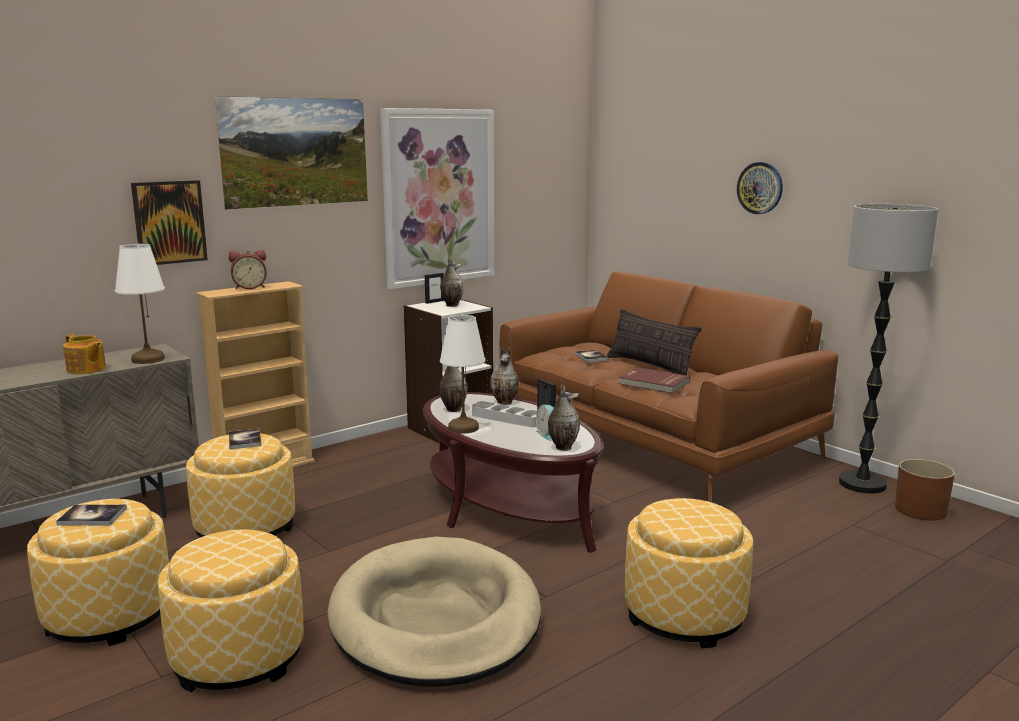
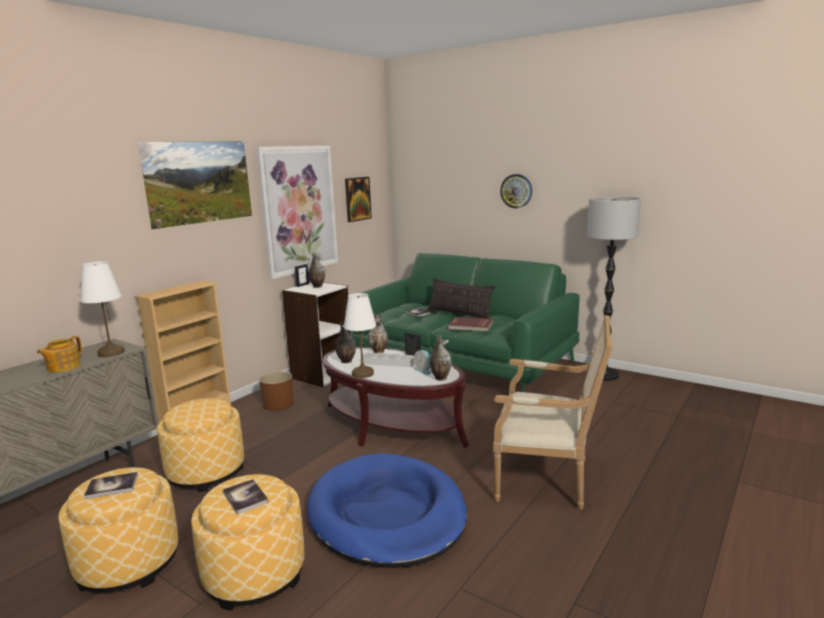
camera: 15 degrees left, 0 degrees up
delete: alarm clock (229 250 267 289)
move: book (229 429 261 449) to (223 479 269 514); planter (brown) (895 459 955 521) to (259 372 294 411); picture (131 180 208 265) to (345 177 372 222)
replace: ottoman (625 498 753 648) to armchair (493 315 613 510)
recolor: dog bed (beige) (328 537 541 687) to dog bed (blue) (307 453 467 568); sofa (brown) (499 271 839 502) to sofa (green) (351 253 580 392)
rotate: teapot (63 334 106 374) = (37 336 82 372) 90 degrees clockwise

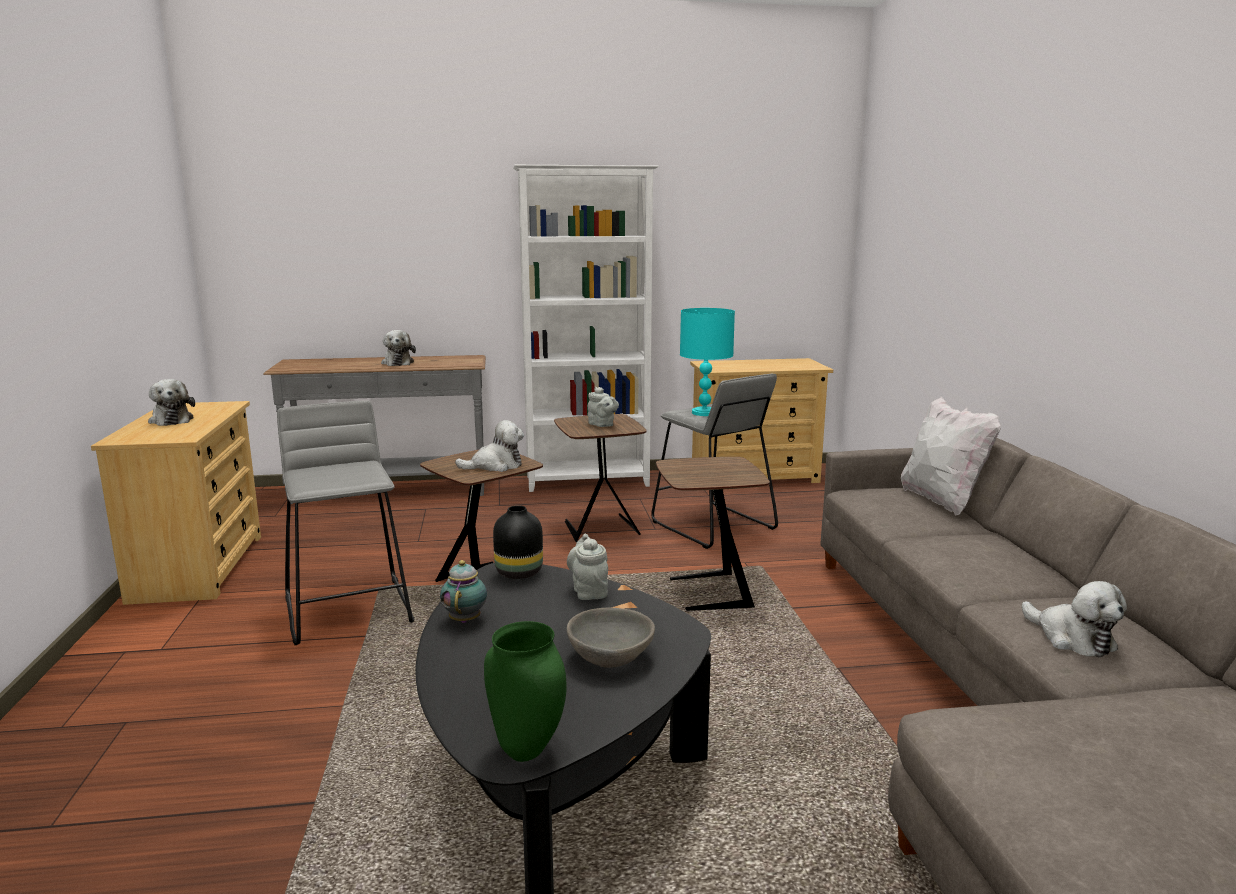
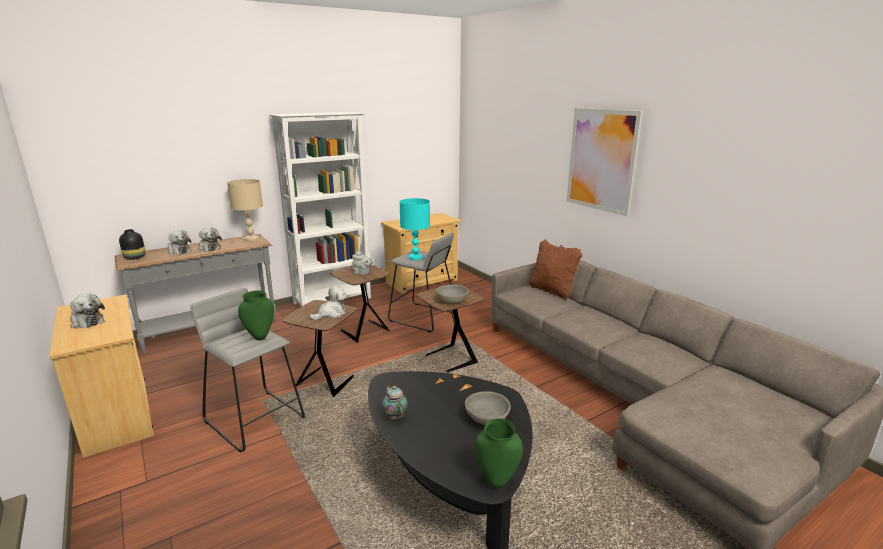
camera: 25 degrees left, 5 degrees up
delete: teapot (grey) (567 534 608 600)
insert: table lamp (beige) (227 179 263 241); vase (green) (238 291 274 341); bowl (grey) (436 285 468 304); picture (567 108 643 216)
move: vase (black) (493 505 543 579) to (119 229 145 260); plush toy (1022 581 1127 657) to (167 230 191 255)
recolor: pillow (white) (901 397 1001 515) to pillow (brown) (529 240 582 299)

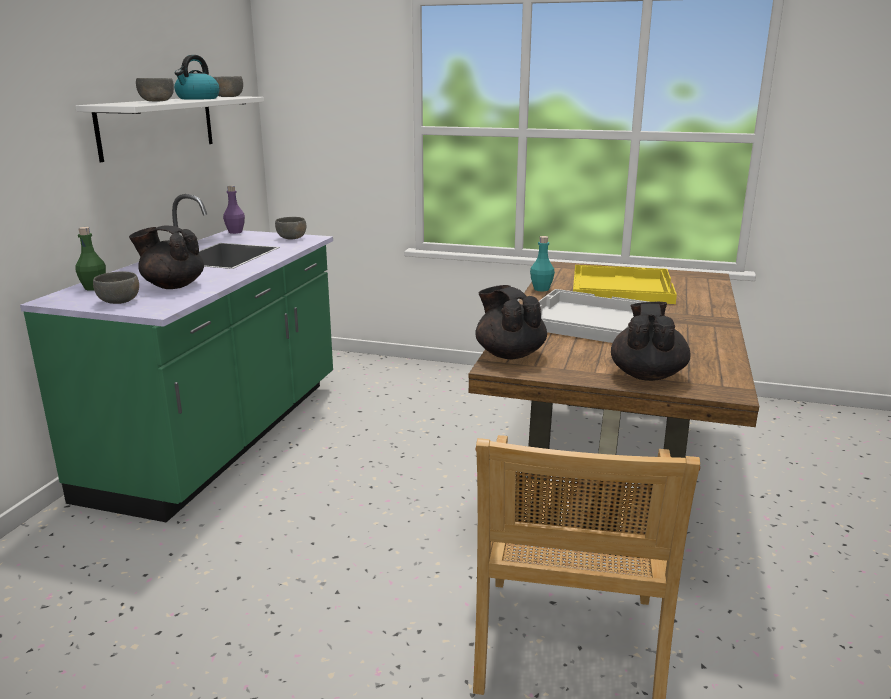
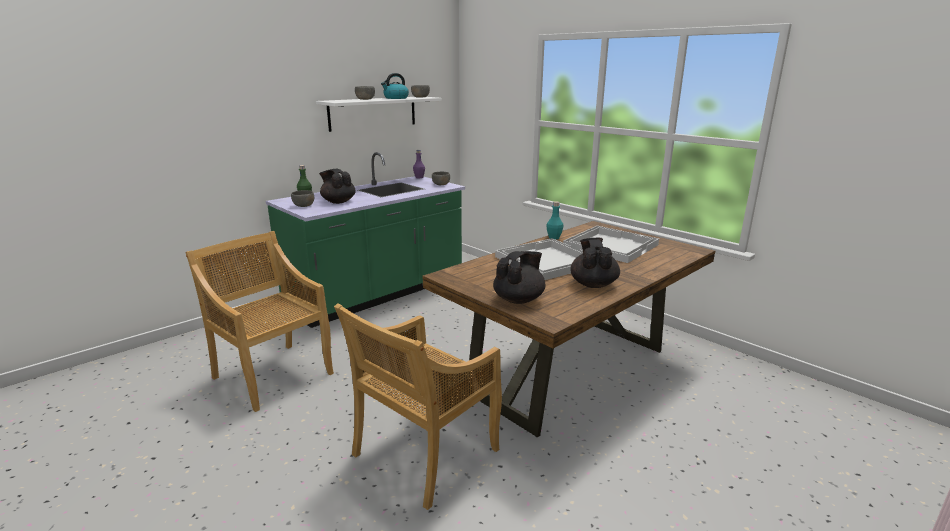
camera: 30 degrees right, 0 degrees up
insert: chair (beige) (185 231 334 412)
move: teapot (black) (475 285 547 359) to (570 238 620 288)
recolor: tray (yellow) (573 265 677 304) to tray (white) (563 226 659 263)

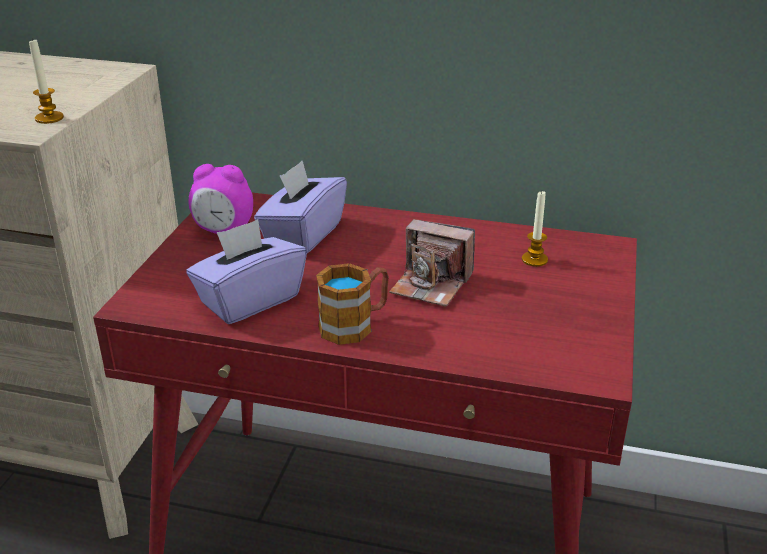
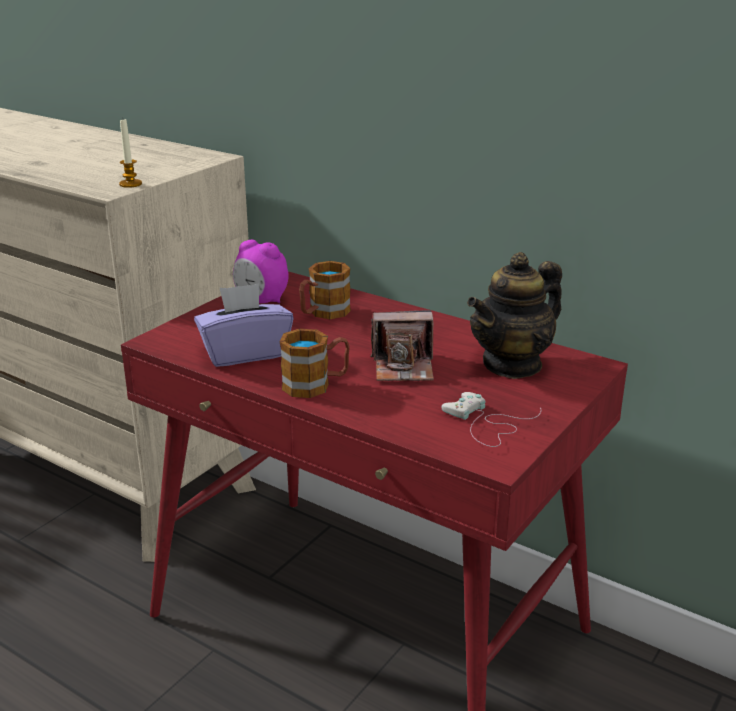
camera: 20 degrees right, 5 degrees down
insert: game controller (white) (442 392 541 447)
replace: tissue box (purple) (254 160 347 253) to mug (299 261 351 319); candle (522 191 548 267) to teapot (467 252 562 379)
rotate: photo camera (389 219 475 307) = (370 310 434 381) 45 degrees counterclockwise

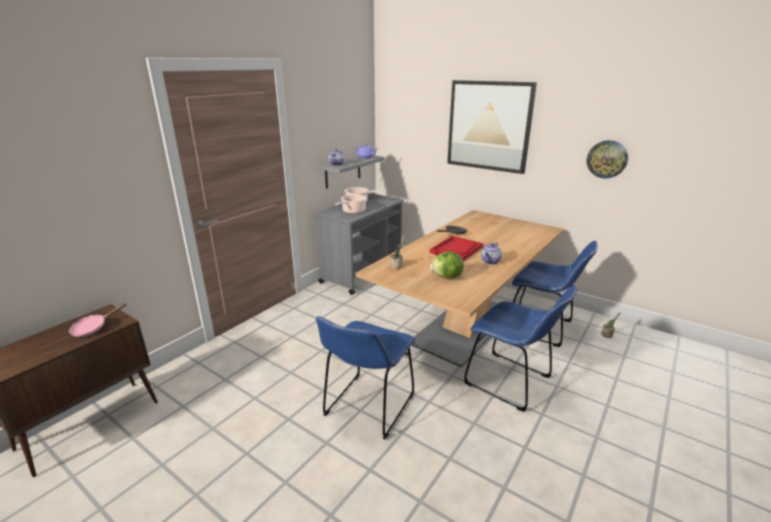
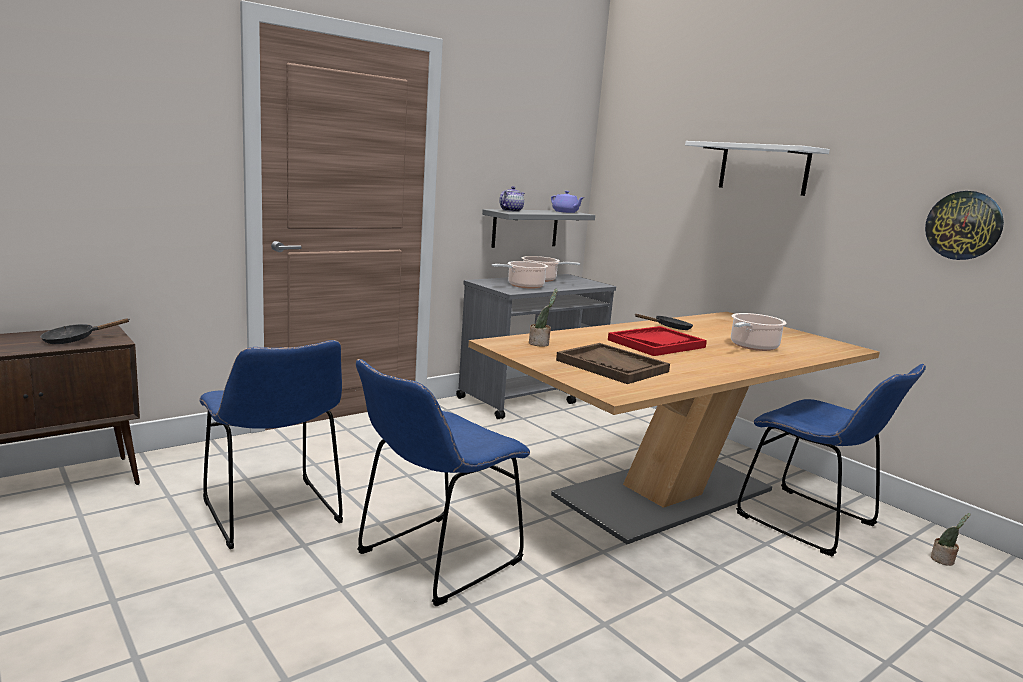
camera: 15 degrees right, 10 degrees down
delete: teapot (481 242 502 264)
insert: cooking pot (731 313 787 351)
move: chair (blue) (464 285 578 412) to (199 340 343 549)
replace: lettuce (430 251 464 279) to tray (brown) (556 343 670 384); picture (447 80 537 174) to shelf (white) (685 141 830 196)
recolor: frying pan (pink) (69 303 126 337) to frying pan (black) (40 318 130 344)

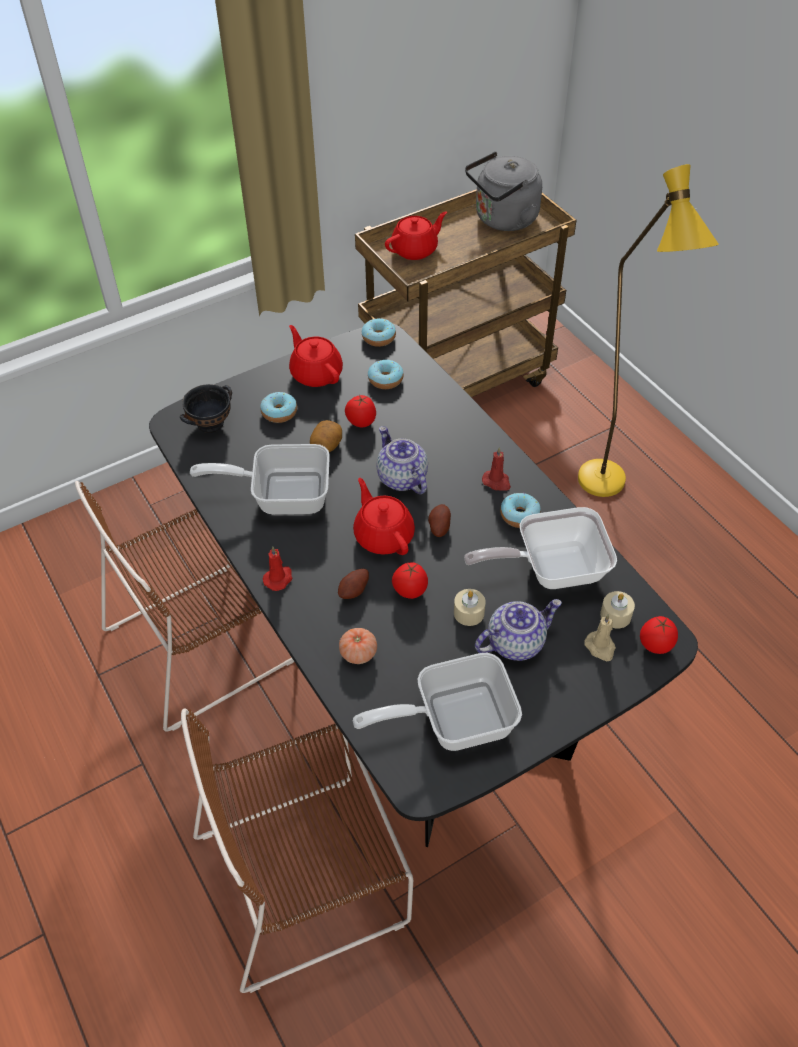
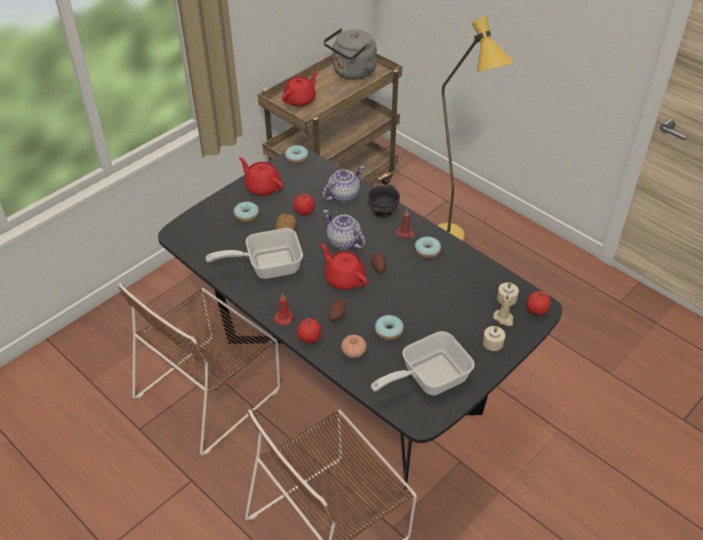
camera: 15 degrees left, 5 degrees down
delete: frying pan (464 507 617 589)
move: tomato (392 562 428 599) to (297 318 322 343); teapot (475 599 562 661) to (322 166 365 203); bowl (black) (180 384 232 433) to (368 185 400 218); donut (368 360 404 389) to (375 315 404 340); candle (beige) (454 589 486 626) to (483 326 505 351)

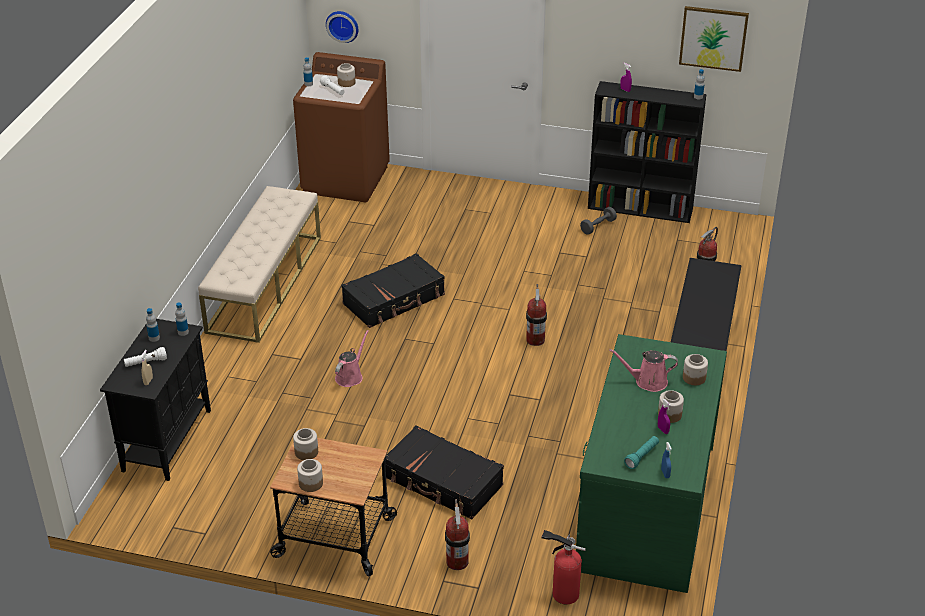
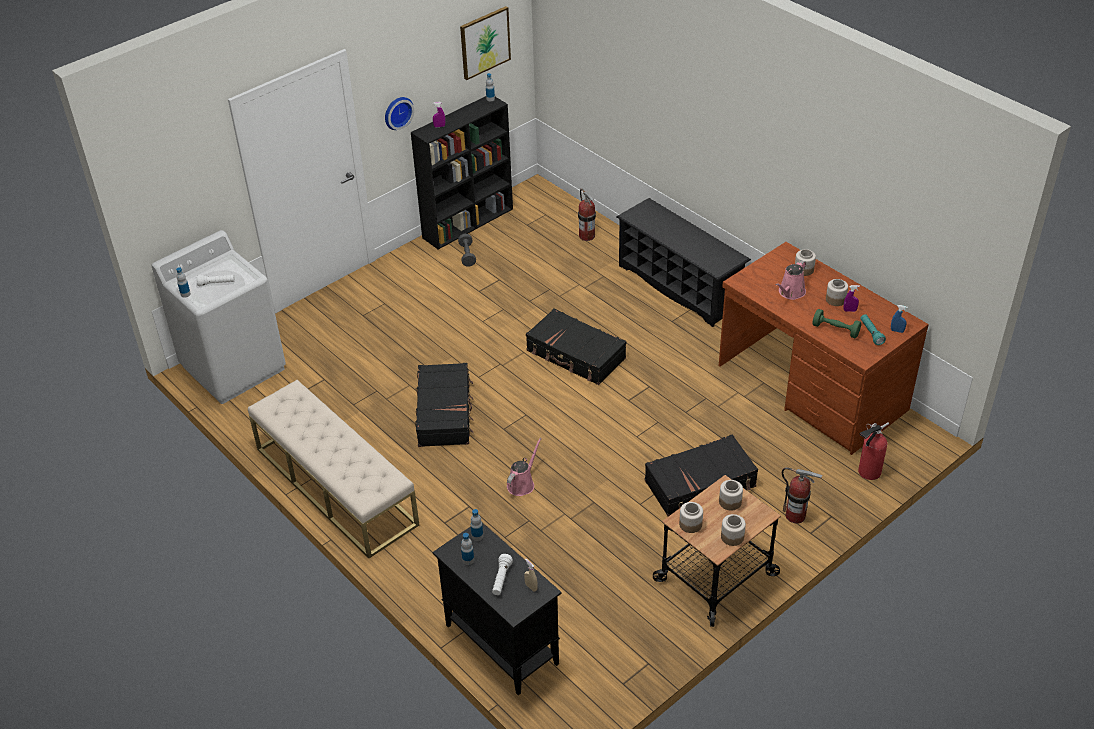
camera: 55 degrees left, 5 degrees up
insert: dumbbell (green) (812 309 861 338)
move: wall clock (326 11 358 43) to (385 97 414 130); jar (337 63 355 87) to (719 480 743 511)
replace: fire extinguisher (526 284 547 346) to suitcase (black) (526 308 626 385)
recolor: washing machine (brown) (293 52 390 202) to washing machine (white) (152 230 286 404); desk (green) (576 334 727 593) to desk (brown) (719 242 929 455)
rotate: watering can (pink) (335 330 369 387) = (507 438 542 496) 60 degrees clockwise

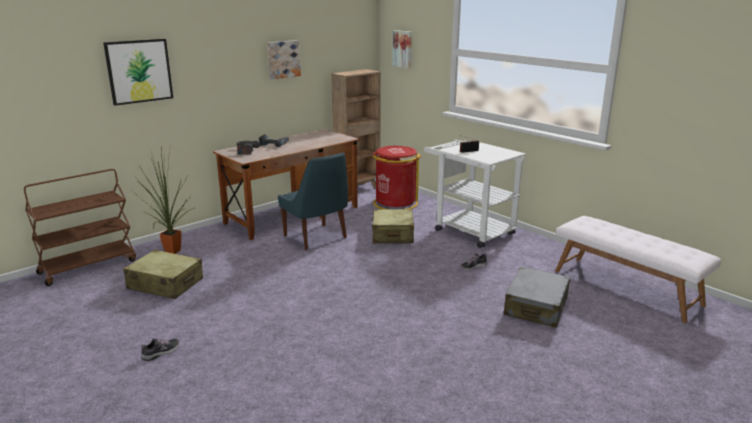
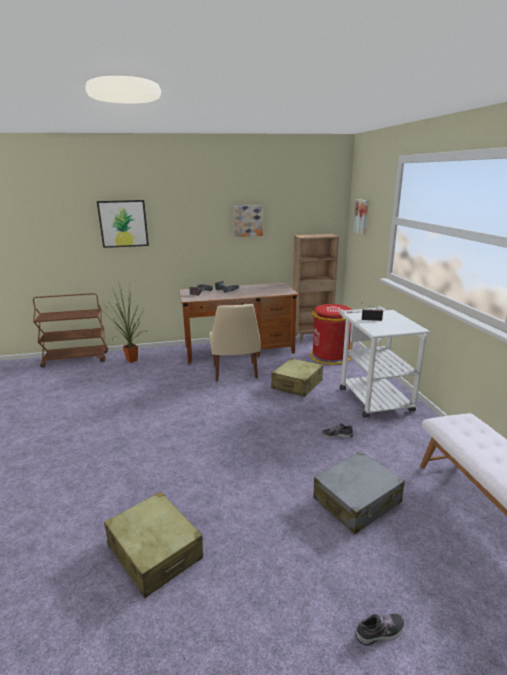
camera: 30 degrees right, 0 degrees up
move: suitcase (beige) (123 250 203 299) to (104 492 203 598); shoe (141 338 179 361) to (355 613 405 646)
recolor: chair (blue) (278 152 348 250) to chair (beige) (209 304 261 381)

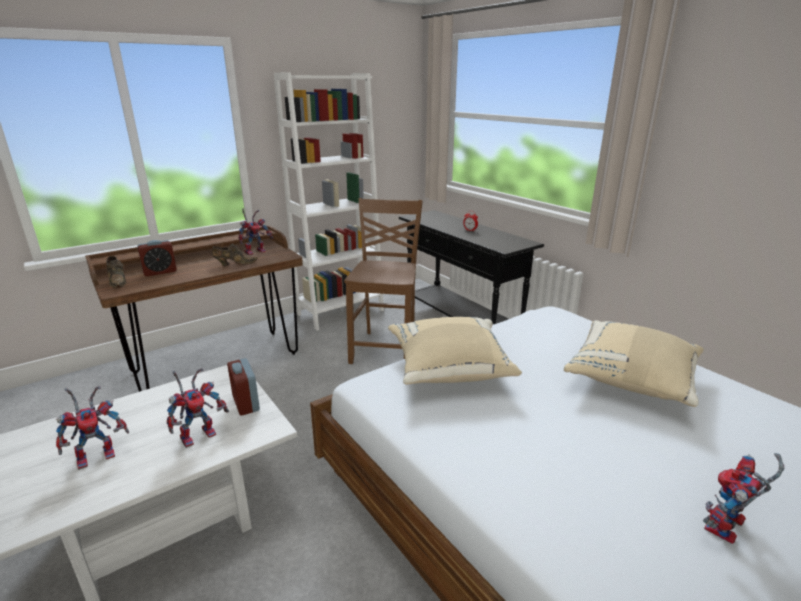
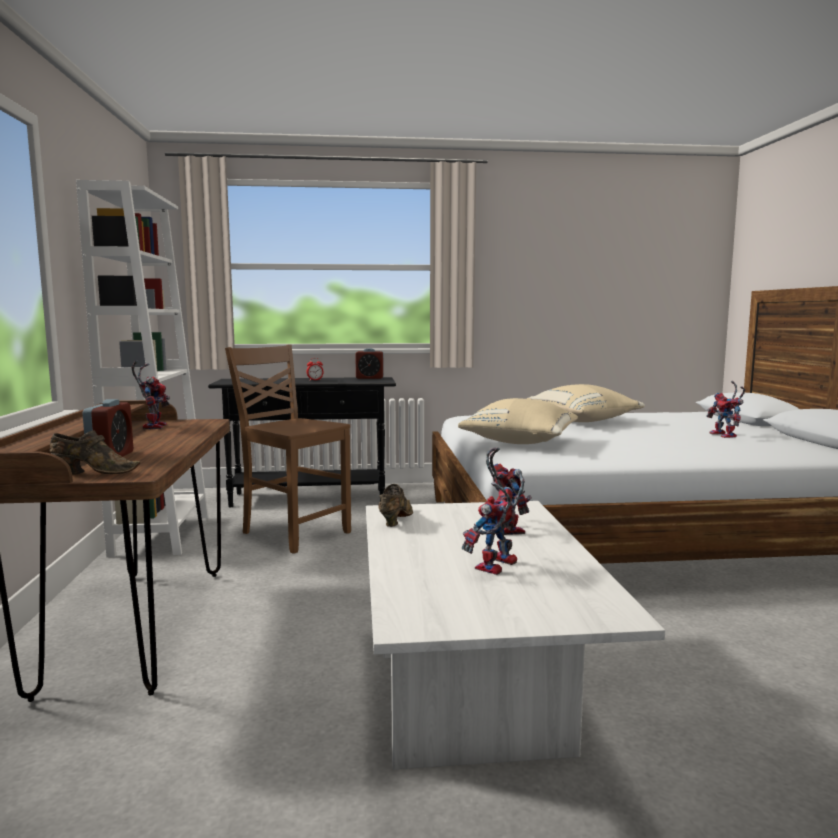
camera: 60 degrees left, 15 degrees down
move: alarm clock (227 358 260 416) to (355 348 384 379); shoe (brown) (212 244 258 266) to (378 484 413 527)
rotate: toy robot (56 386 129 470) = (462 470 525 575) 135 degrees counterclockwise

